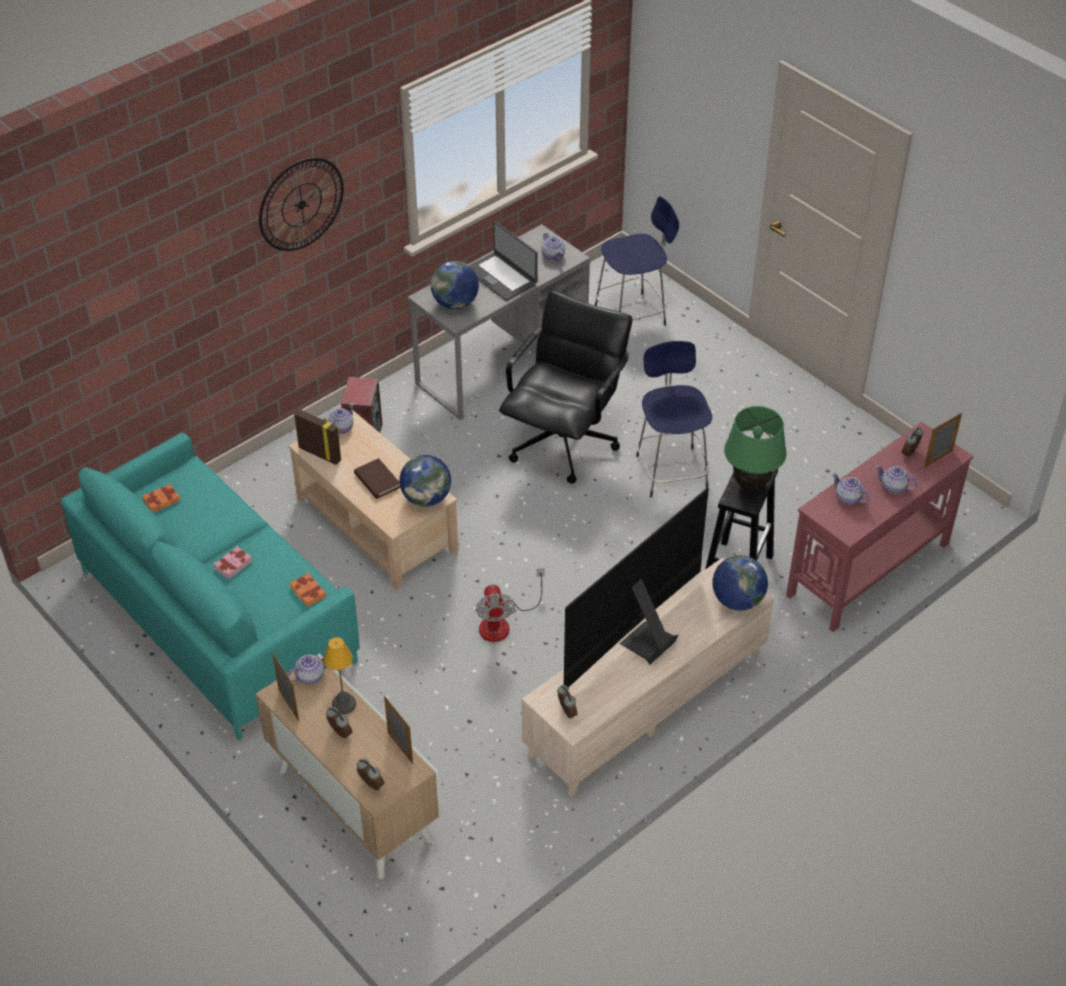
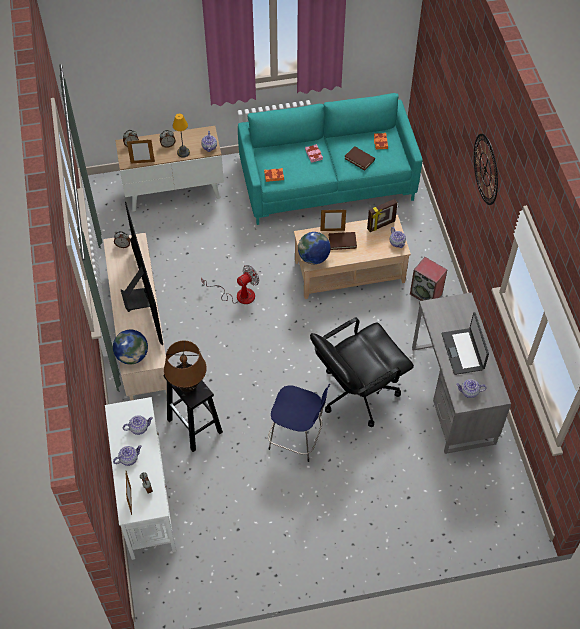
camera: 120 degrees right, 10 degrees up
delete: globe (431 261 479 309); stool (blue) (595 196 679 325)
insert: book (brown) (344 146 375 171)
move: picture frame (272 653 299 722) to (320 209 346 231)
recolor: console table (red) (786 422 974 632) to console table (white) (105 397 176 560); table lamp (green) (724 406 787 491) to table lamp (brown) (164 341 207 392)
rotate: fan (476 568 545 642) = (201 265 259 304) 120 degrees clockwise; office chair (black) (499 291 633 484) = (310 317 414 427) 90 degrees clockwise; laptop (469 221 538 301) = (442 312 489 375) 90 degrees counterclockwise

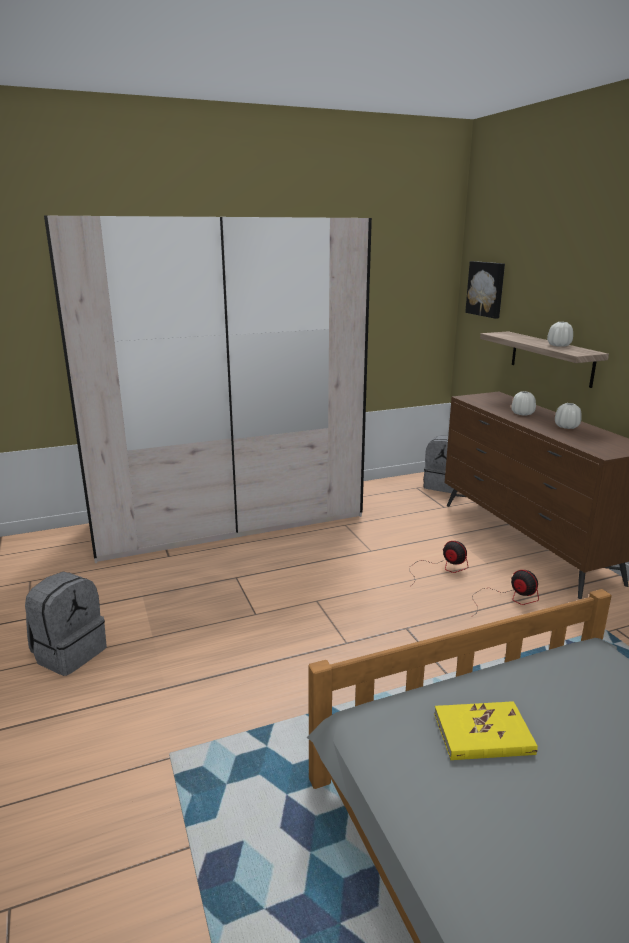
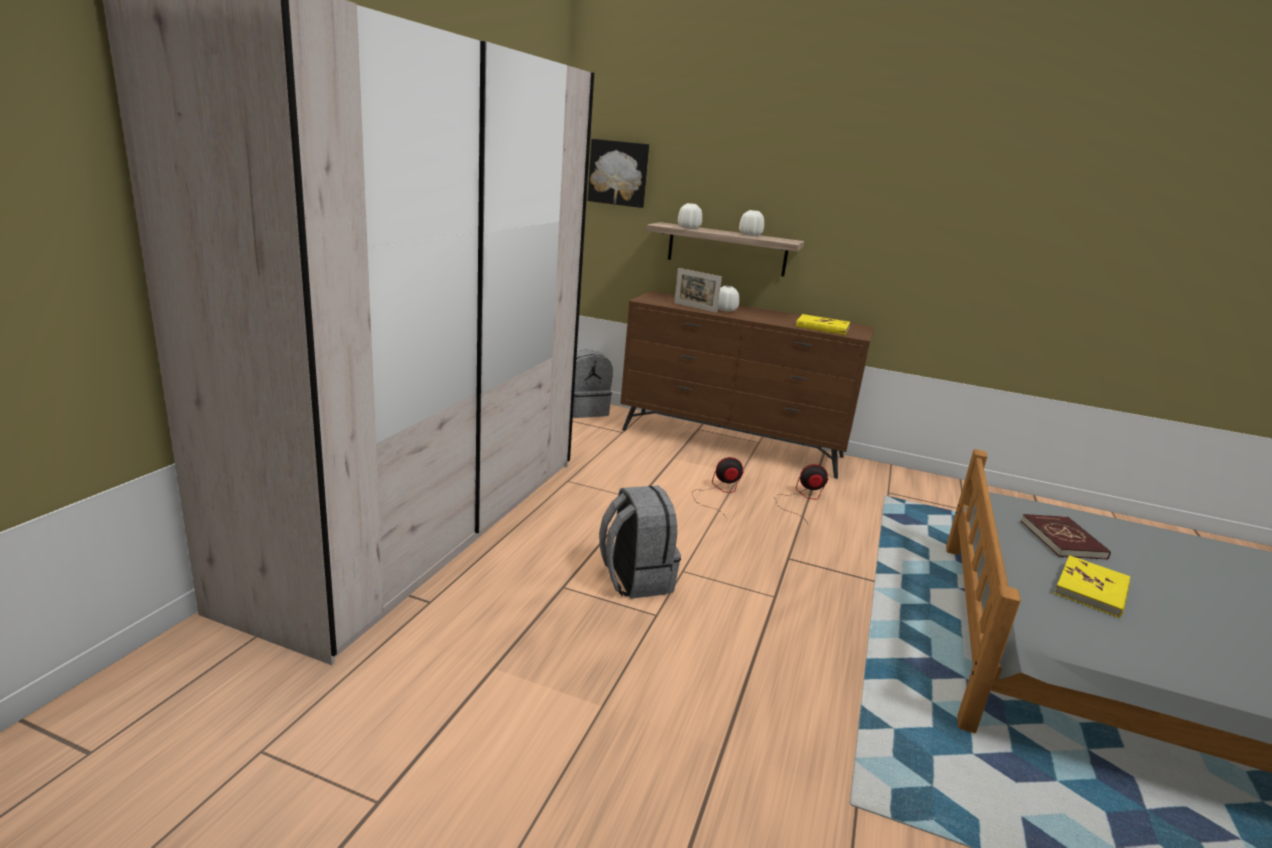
camera: 50 degrees left, 0 degrees up
insert: picture frame (674 268 722 313); book (yellow) (796 314 850 335); book (red) (1021 514 1111 560)
move: backpack (grey) (25 572 107 676) to (599 485 681 599); vase (white) (555 403 582 429) to (678 203 702 229)

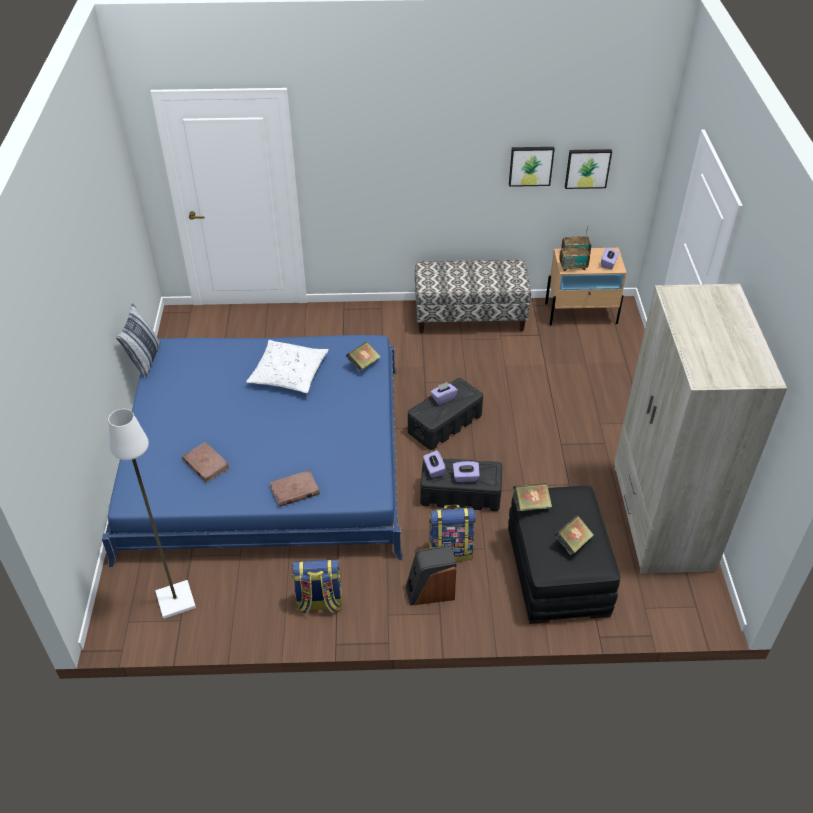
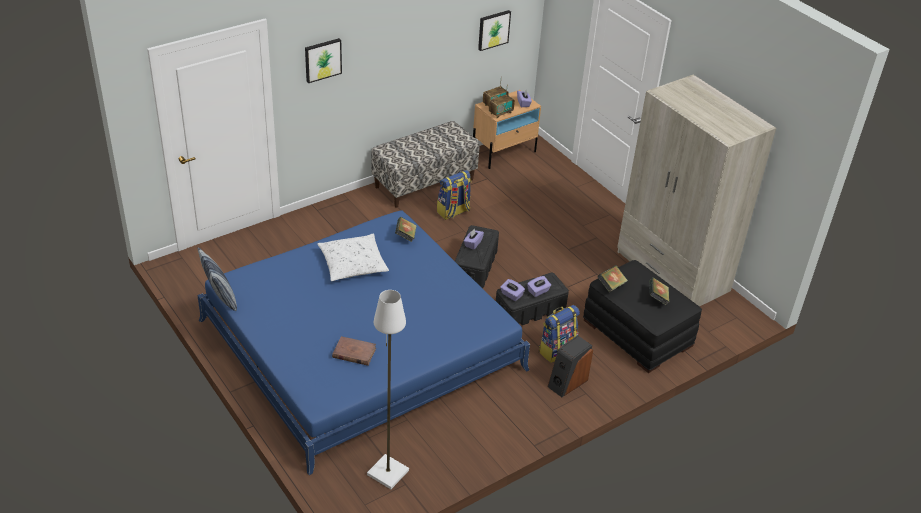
camera: 35 degrees left, 5 degrees down
delete: book (brown) (270 470 320 507)
move: picture (509 147 555 187) to (305 38 342 83); backpack (292 559 342 615) to (437 170 472 220)

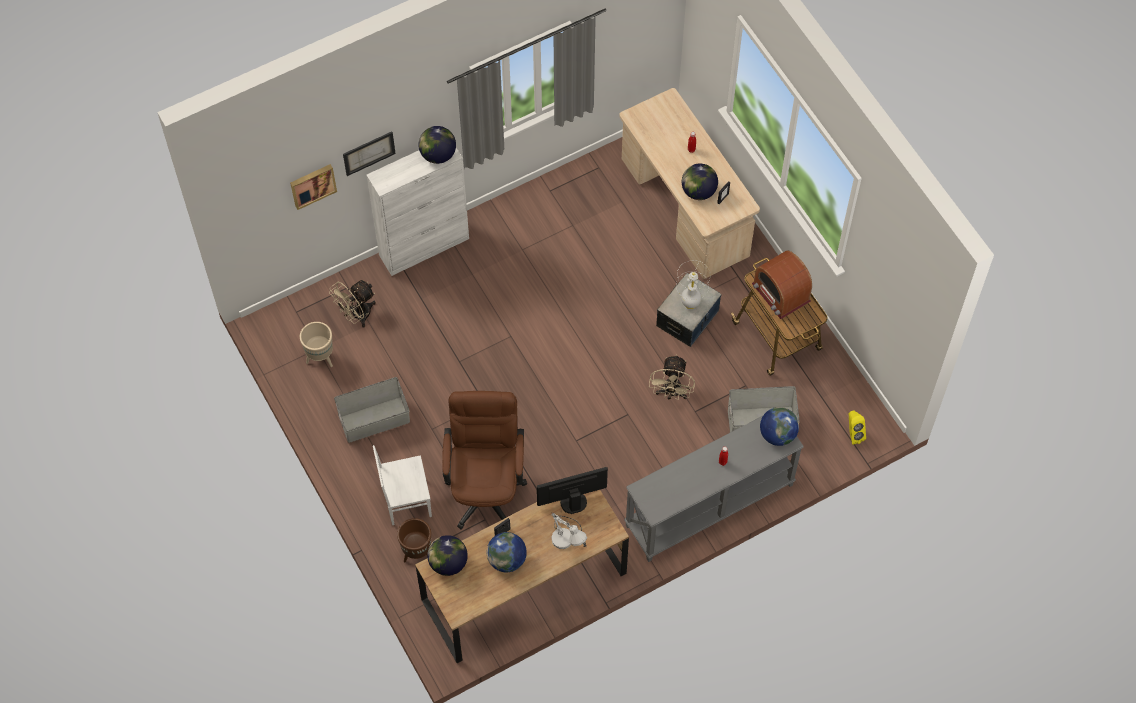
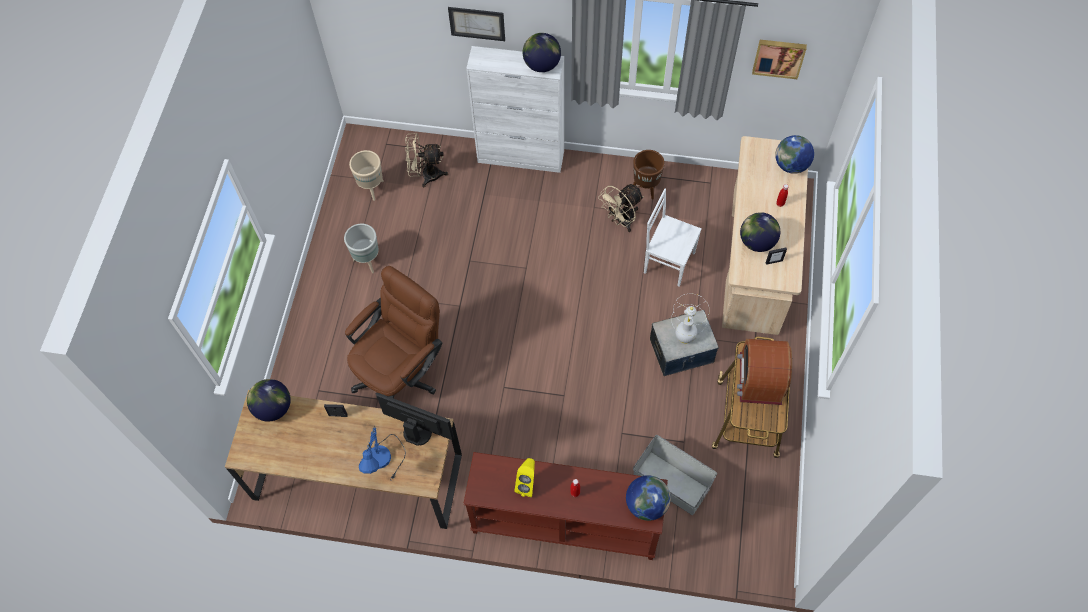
camera: 40 degrees right, 0 degrees up
move: speaker (yellow) (849 411 866 445) to (514 458 535 497); fan (beige) (649 354 695 400) to (598 184 644 232); planter (brown) (397 518 431 563) to (633 150 665 200); chair (white) (373 445 432 525) to (644 189 702 287); picture (290 164 337 210) to (752 40 807 79); globe (486 532 527 572) to (775 135 814 174)
replace: storage box (grey) (334 377 410 443) to planter (grey) (344 223 379 273)
recolor: table lamp (white) (552 512 587 549) to table lamp (blue) (359 427 406 480); console table (grey) (625 416 804 562) to console table (brown) (463 452 668 560)

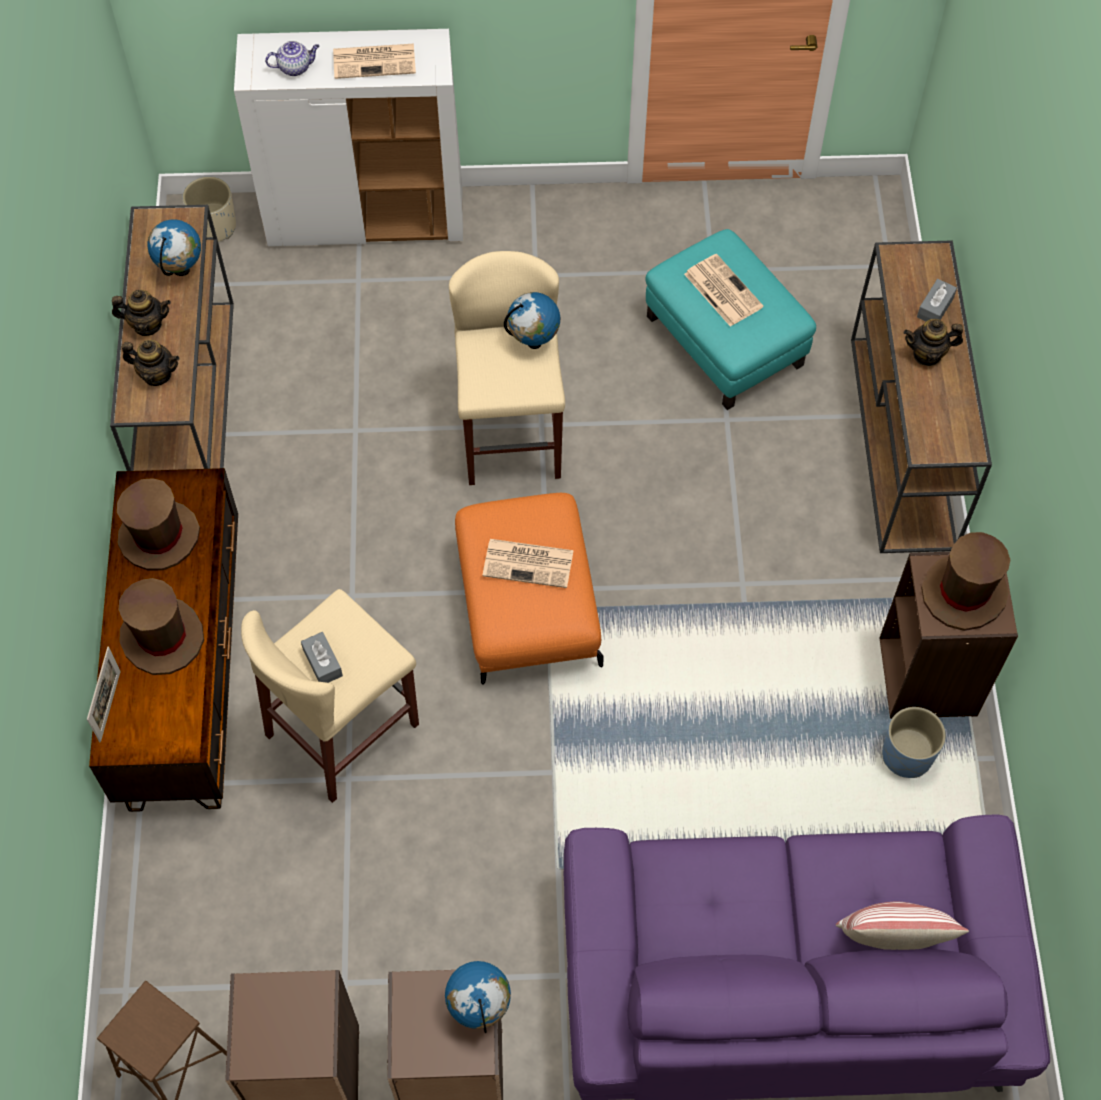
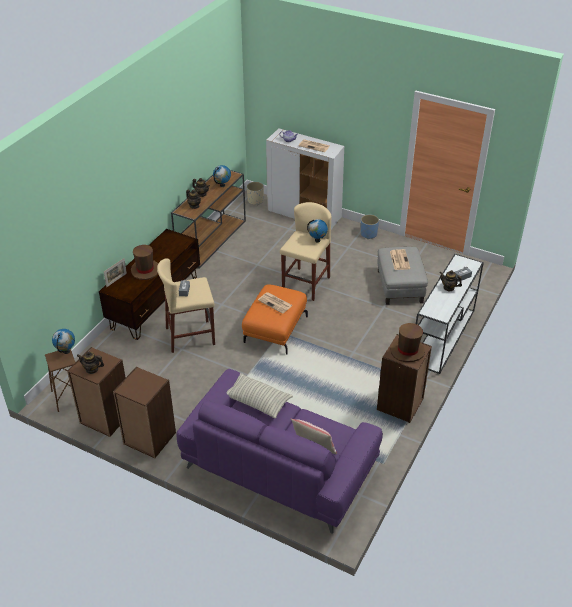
camera: 30 degrees right, 20 degrees down
delete: hat (brown) (117 478 200 570)
insert: teapot (77 351 104 374); pillow (226 373 293 418)
move: globe (445 961 511 1033) to (52 329 75 354); planter (blue) (882 707 946 778) to (361 214 379 239)
recolor: ottoman (turquoise) (645 229 816 410) to ottoman (grey) (377 247 428 305); console table (brown) (851 240 992 553) to console table (white) (416 254 484 374)

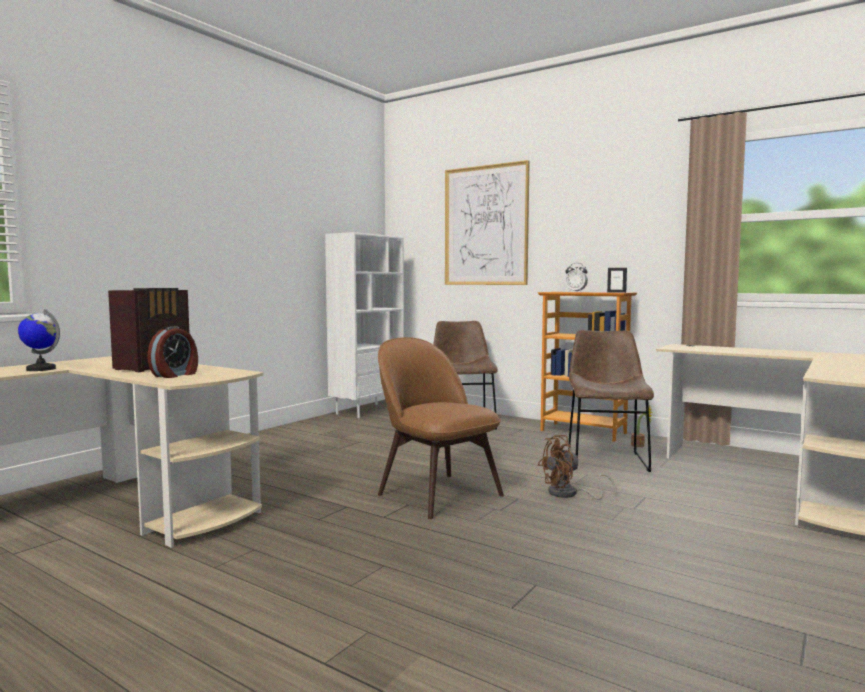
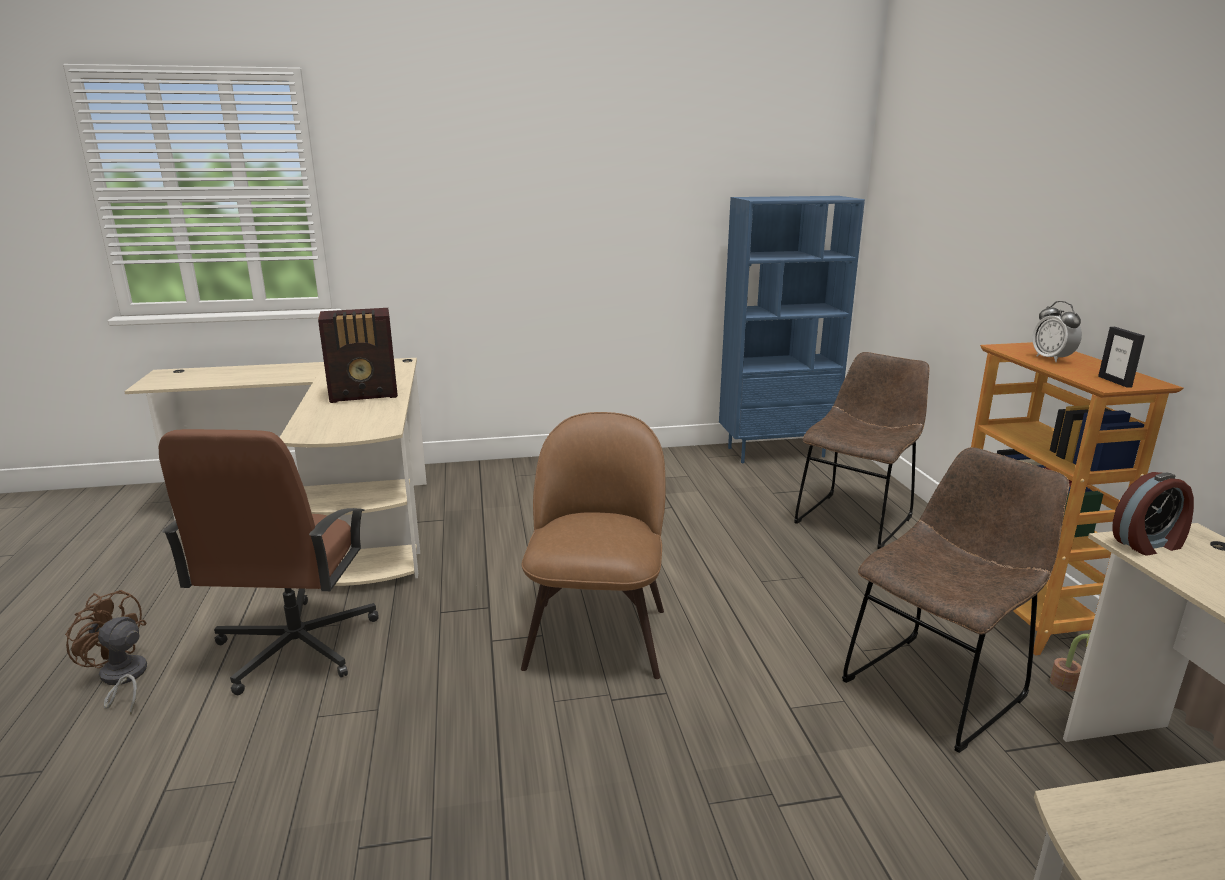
camera: 45 degrees right, 15 degrees up
delete: globe (18 309 60 371); picture (445 160 530 285)
insert: office chair (brown) (159 429 379 695)
move: fan (brown) (538 435 616 500) to (65 590 147 715); alarm clock (147 326 198 378) to (1112 472 1194 556)
recolor: bookcase (white) (325 232 404 418) to bookcase (blue) (719 196 865 463)

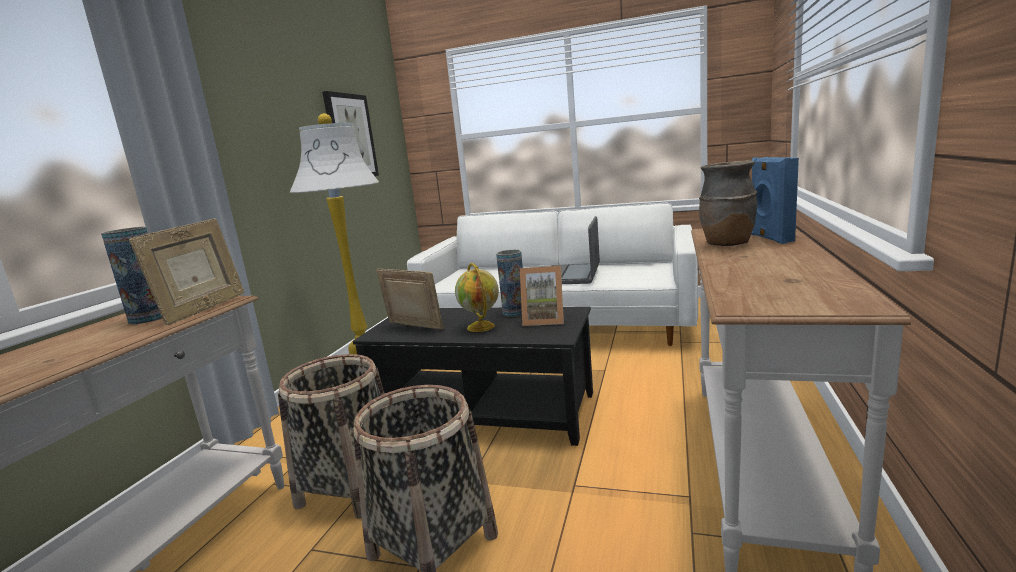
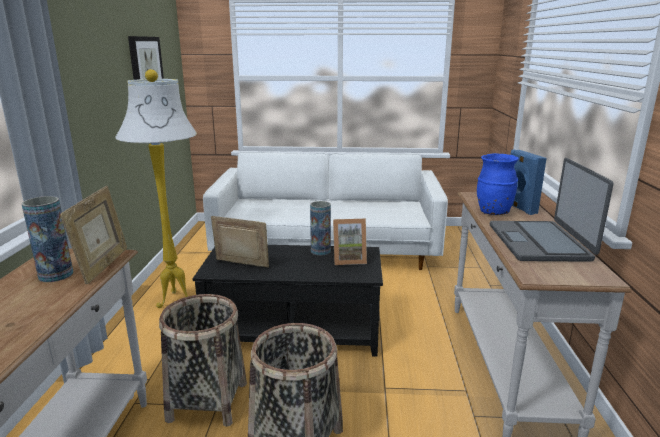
camera: 15 degrees left, 5 degrees up
delete: globe (455 263 499 332)
move: laptop (552 216 600 284) to (490 158 613 262)
recolor: vase (brown) (699 160 757 246) to vase (blue) (477 153 519 215)

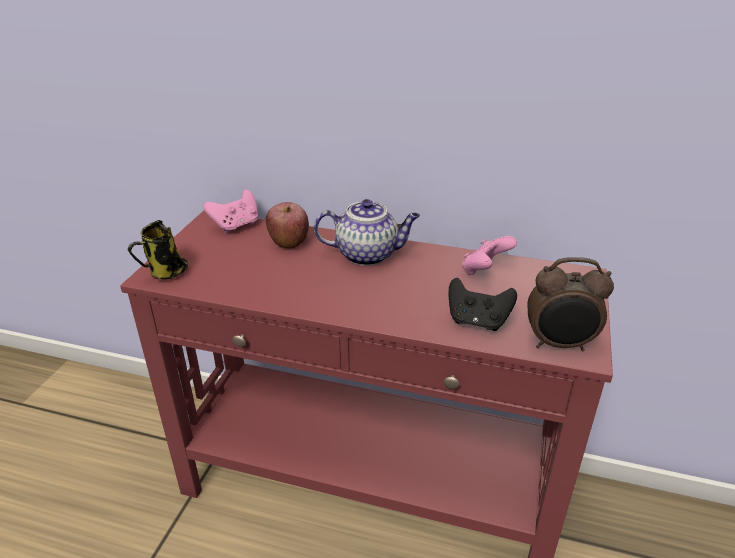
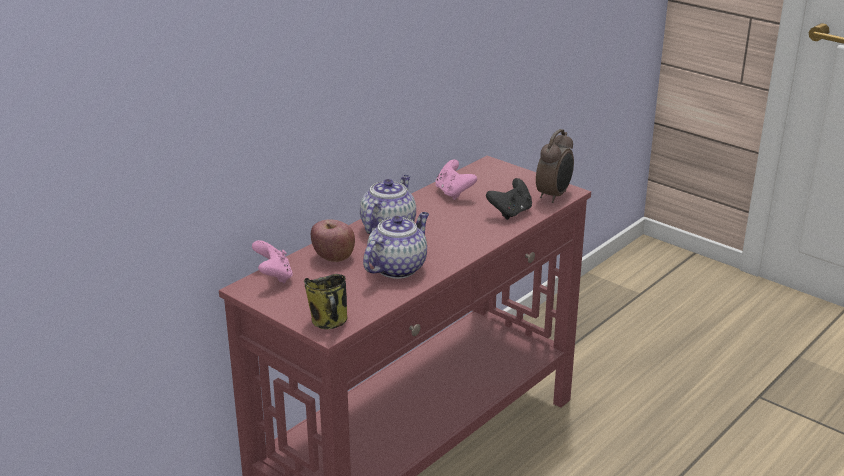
camera: 65 degrees left, 5 degrees down
insert: teapot (363 212 429 279)

